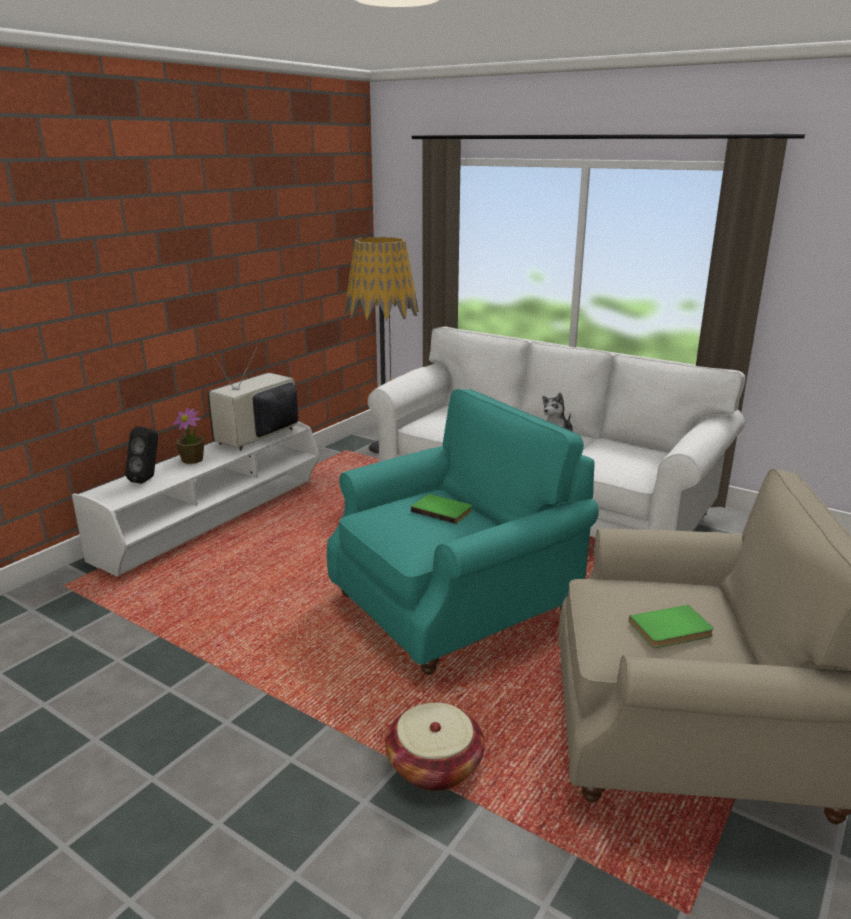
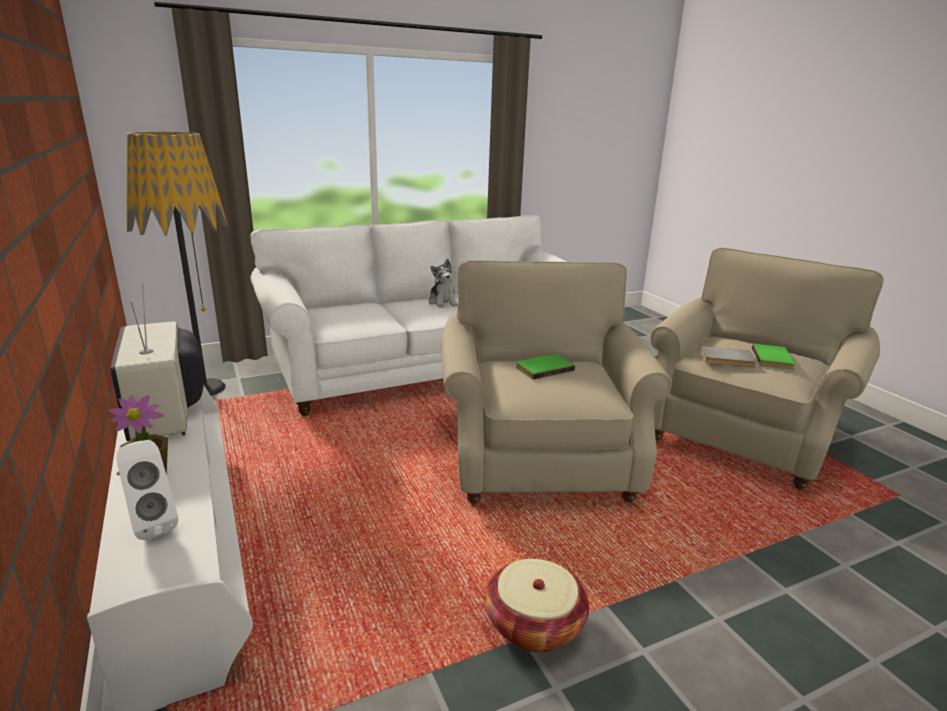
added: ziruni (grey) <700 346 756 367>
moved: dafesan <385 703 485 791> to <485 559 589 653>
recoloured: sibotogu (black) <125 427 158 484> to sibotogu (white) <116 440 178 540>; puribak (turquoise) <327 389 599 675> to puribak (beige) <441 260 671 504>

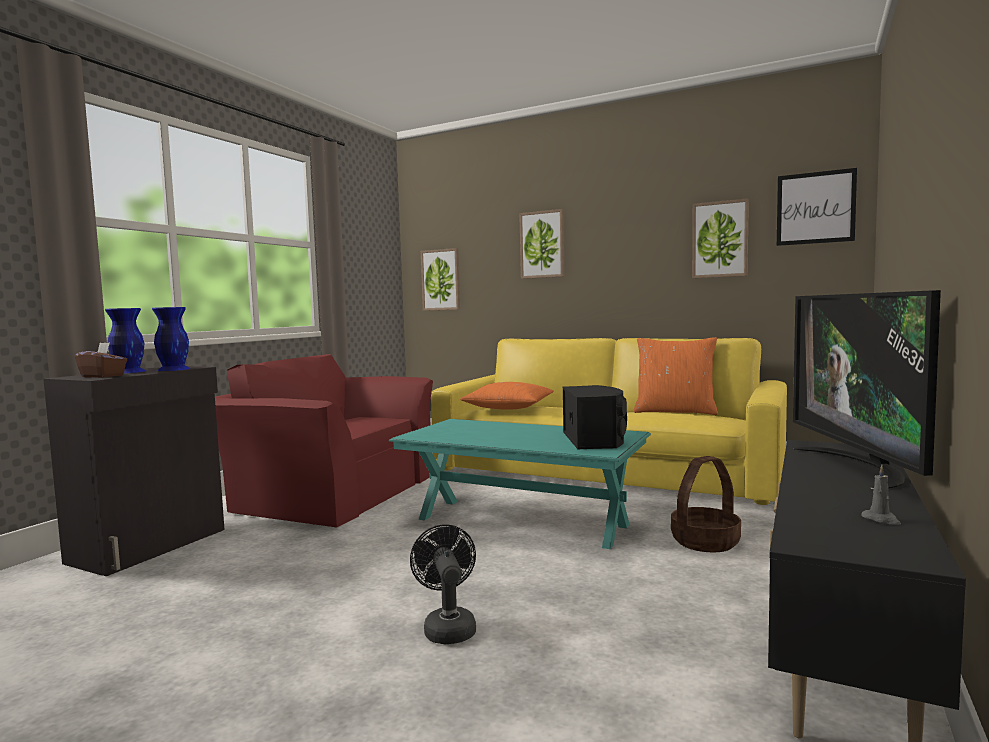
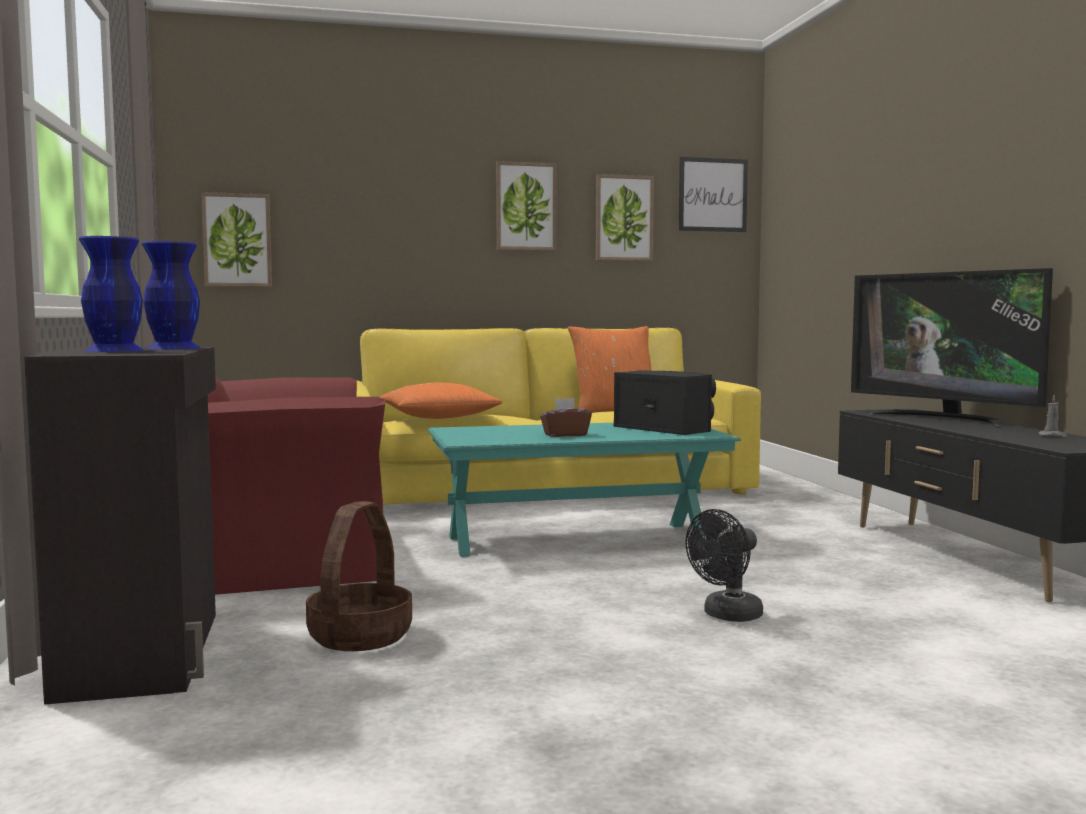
moved: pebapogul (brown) <75 343 127 378> to <540 398 592 437>; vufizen <519 209 565 279> to <496 161 556 251>; dafesan <671 456 741 552> to <306 501 412 651>
turned: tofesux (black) <410 524 476 644> = <686 509 763 622> 75 degrees counterclockwise

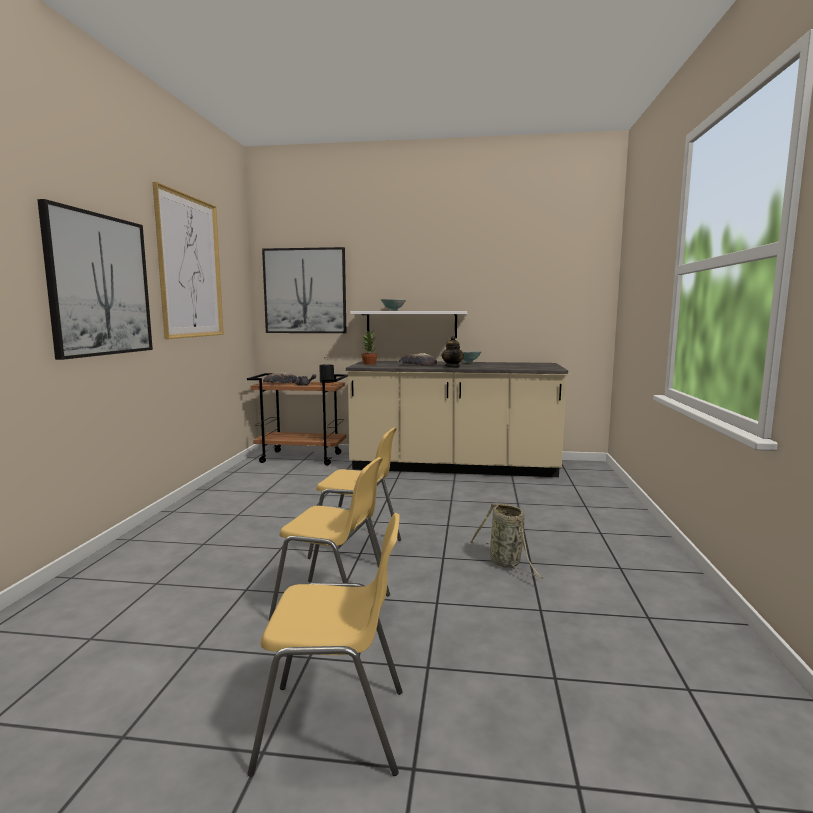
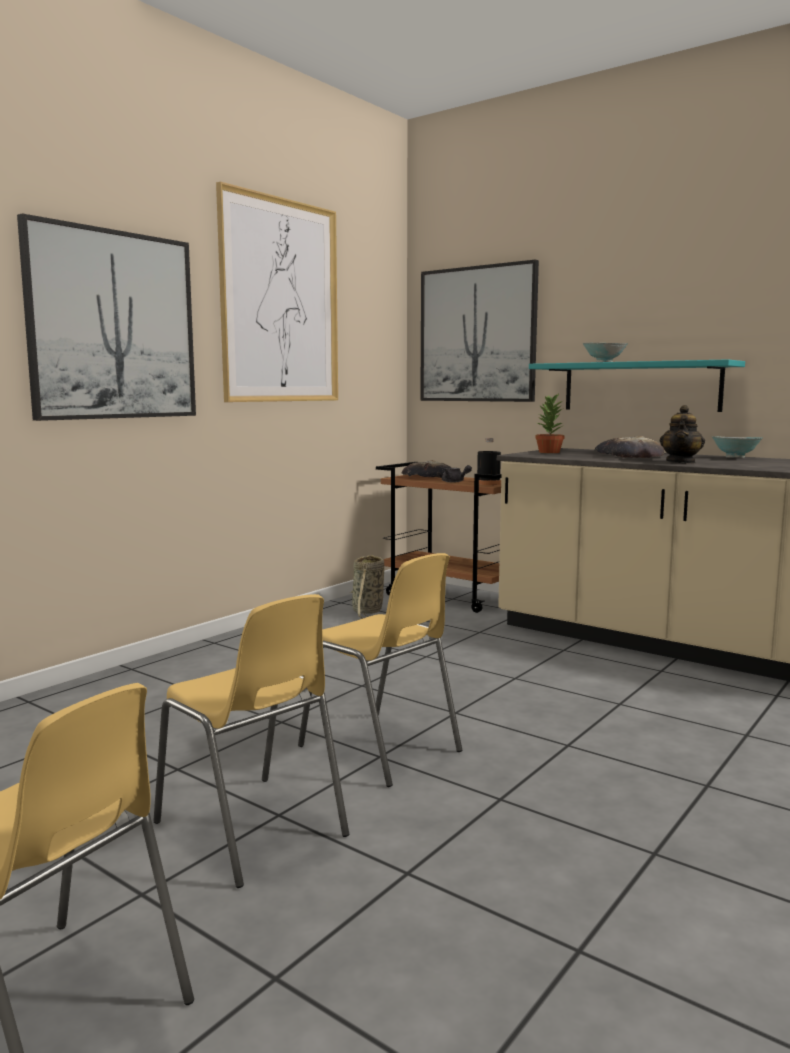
moved: dafesan <469 502 544 579> to <350 554 384 619>
recoloured: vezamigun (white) <350 311 467 338> to vezamigun (turquoise) <529 359 745 412>

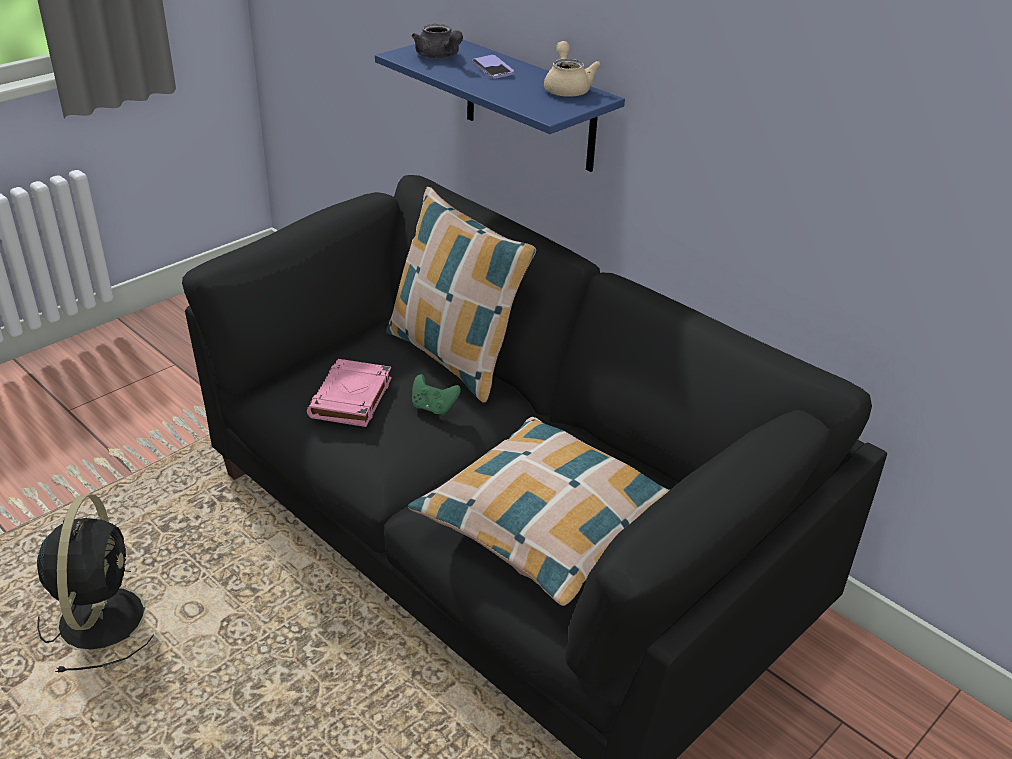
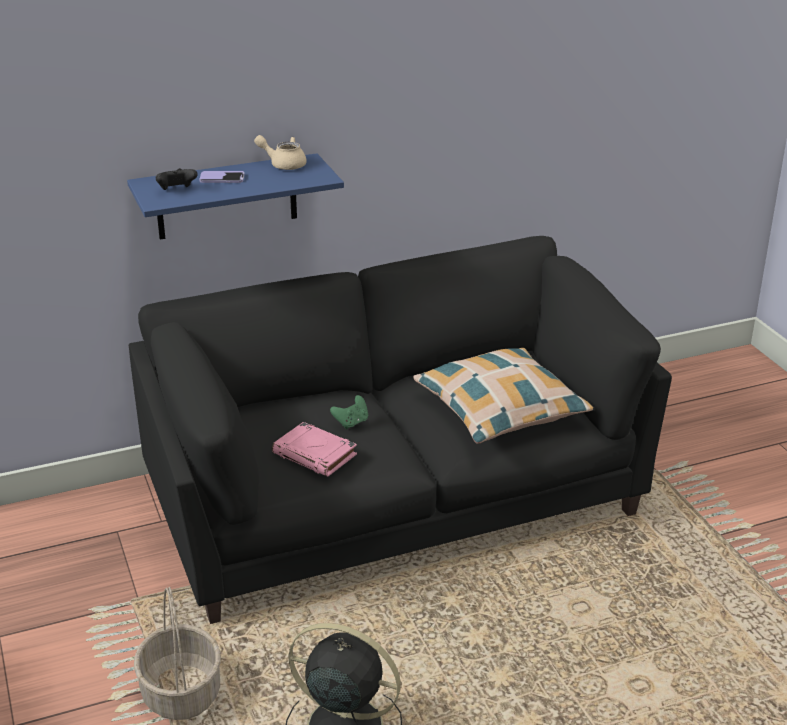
removed: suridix <386 186 536 403>
added: dafesan <134 587 221 720>
replaced: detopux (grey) <412 24 463 59> to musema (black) <156 168 198 190>

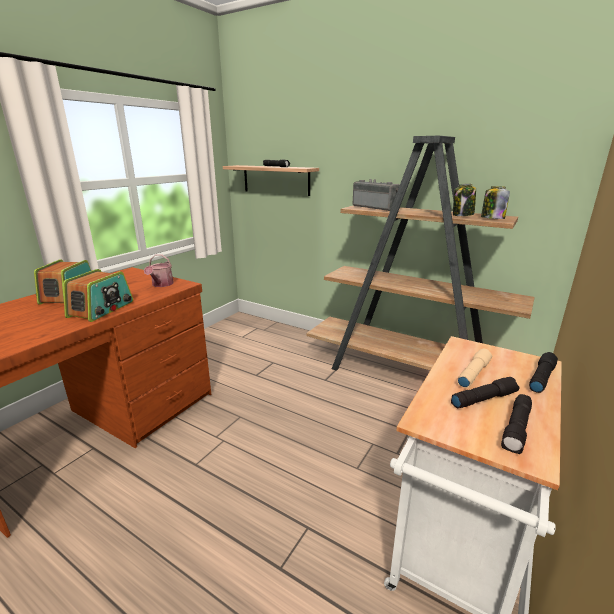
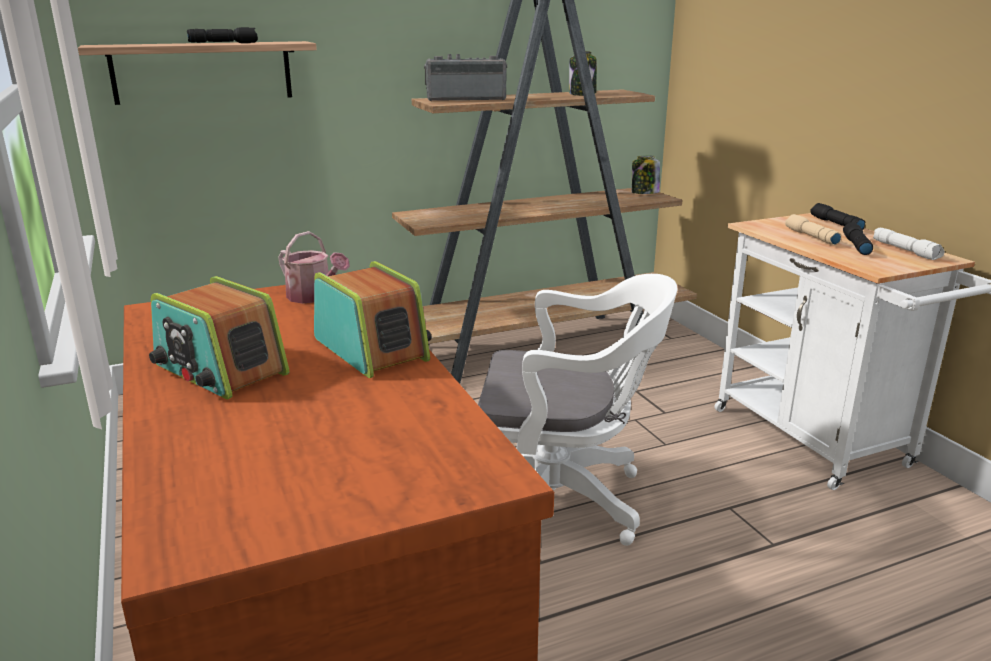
added: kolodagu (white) <478 274 678 546>
moved: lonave <481 186 510 219> to <632 156 660 194>
recoloured: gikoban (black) <501 394 532 454> to gikoban (white) <873 228 945 260>

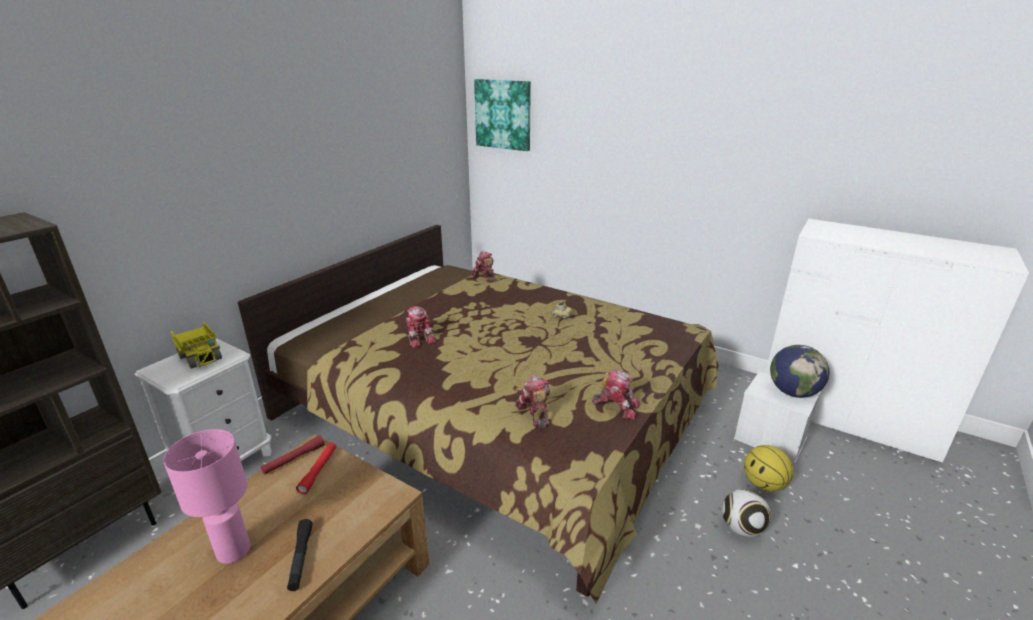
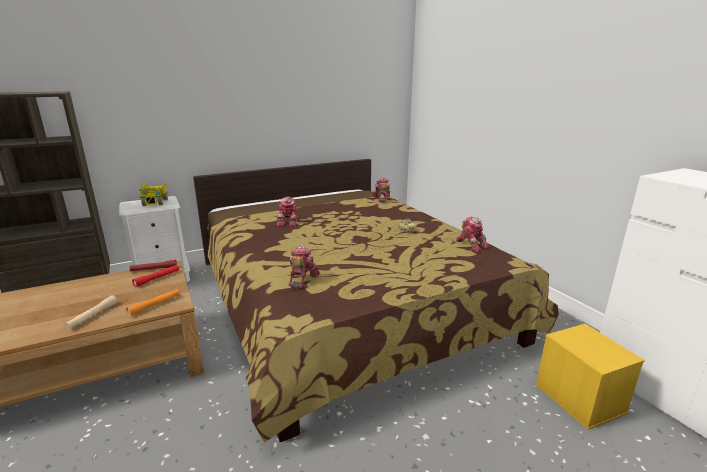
removed: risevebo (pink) <163 429 250 564>; vufizen <474 79 531 151>; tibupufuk <722 489 771 537>; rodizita <744 445 794 492>; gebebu <770 345 829 398>
added: gikoban (orange) <126 289 179 316>
moved: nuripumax <592 370 640 420> to <456 217 490 253>
recoloured: gikoban (black) <287 519 313 591> to gikoban (beige) <65 295 117 329>; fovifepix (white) <734 371 821 464> to fovifepix (yellow) <536 324 645 430>

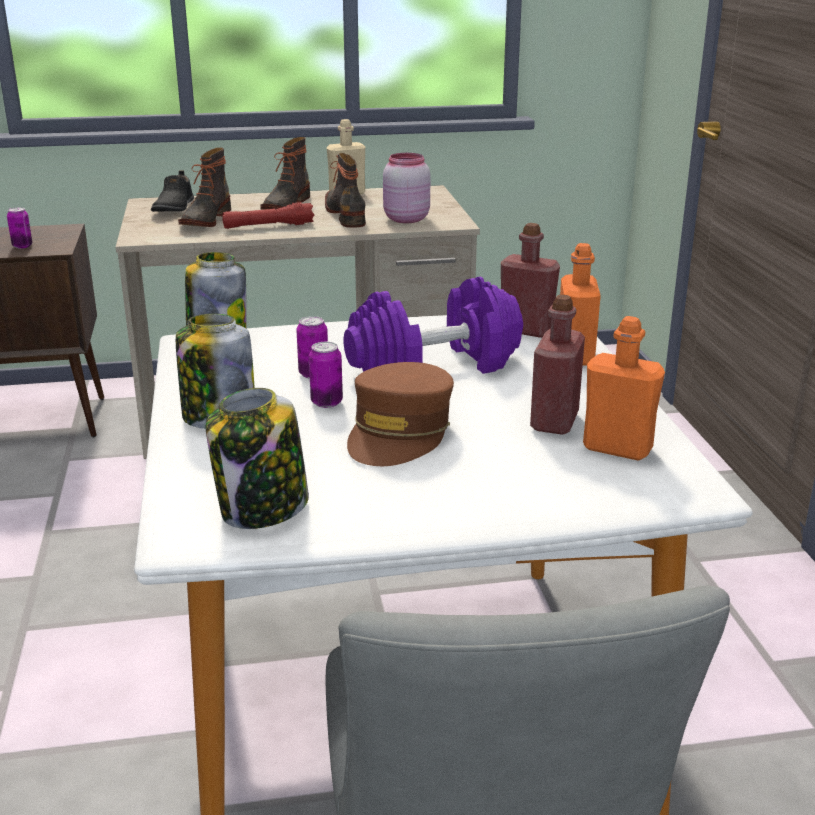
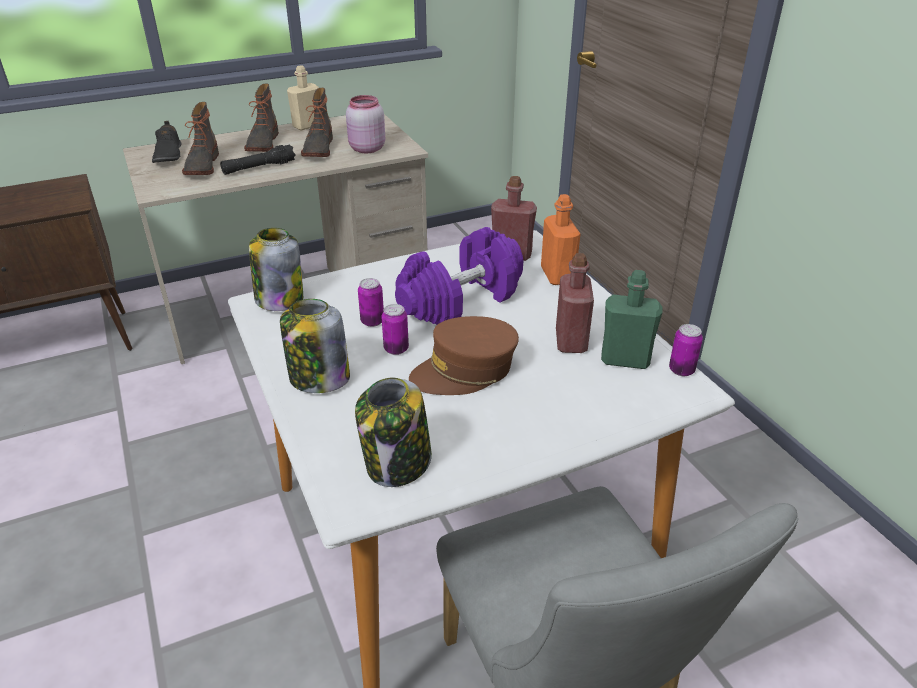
moved: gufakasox <7 207 32 249> to <669 324 703 376>
recoloured: gikoban (red) <222 202 314 229> to gikoban (black) <220 145 296 175>; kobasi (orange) <583 316 665 461> to kobasi (green) <601 270 663 369>
turned: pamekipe <325 153 366 228> = <301 88 333 157> 150 degrees counterclockwise; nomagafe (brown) <347 362 454 466> = <409 316 519 395> 60 degrees clockwise

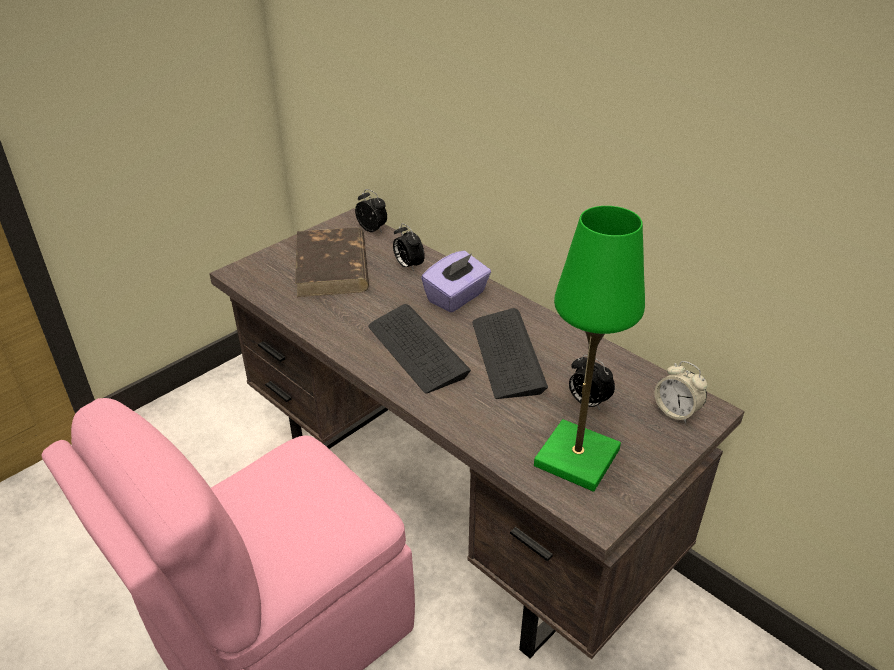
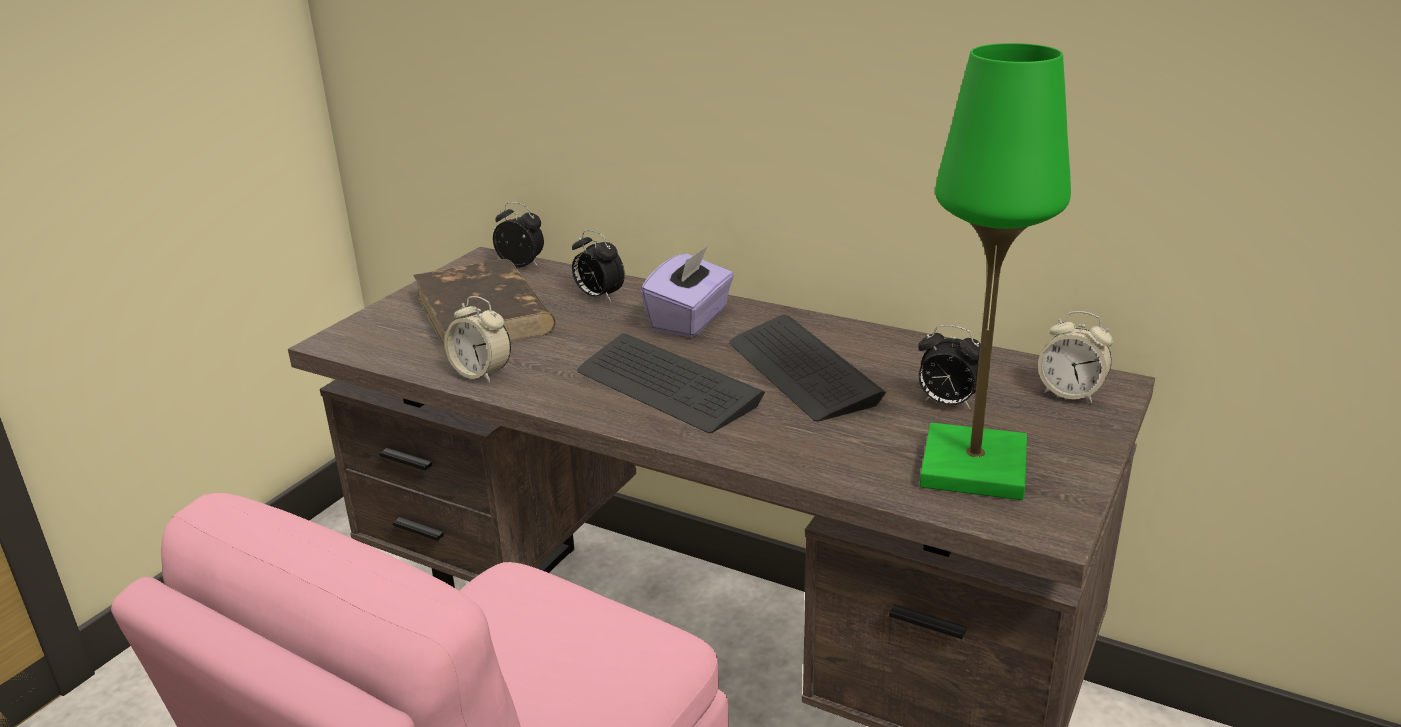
added: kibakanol <445 296 511 383>

